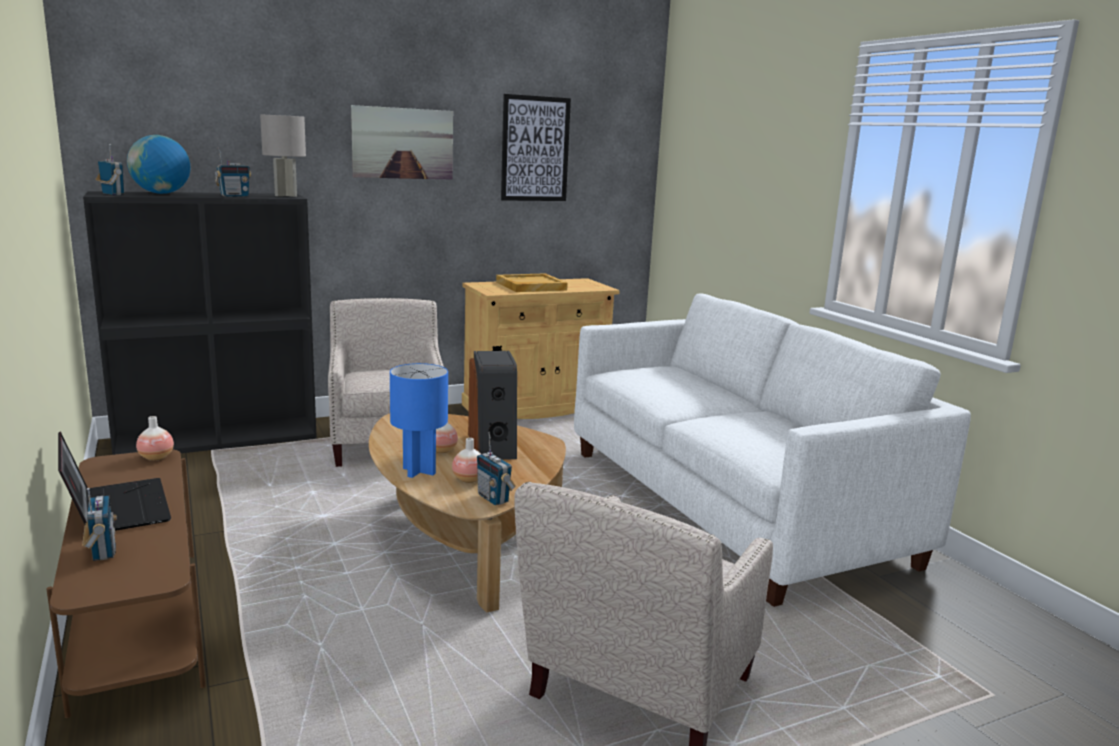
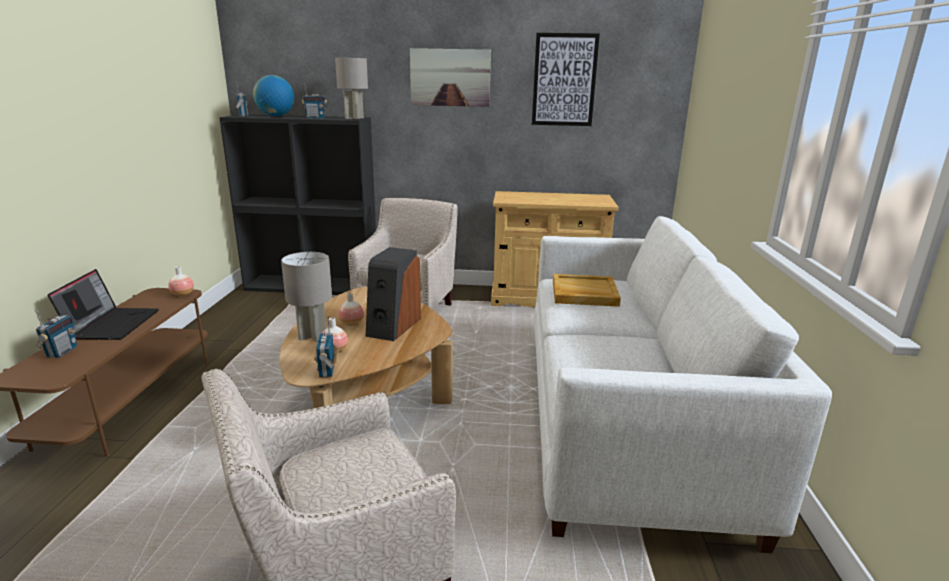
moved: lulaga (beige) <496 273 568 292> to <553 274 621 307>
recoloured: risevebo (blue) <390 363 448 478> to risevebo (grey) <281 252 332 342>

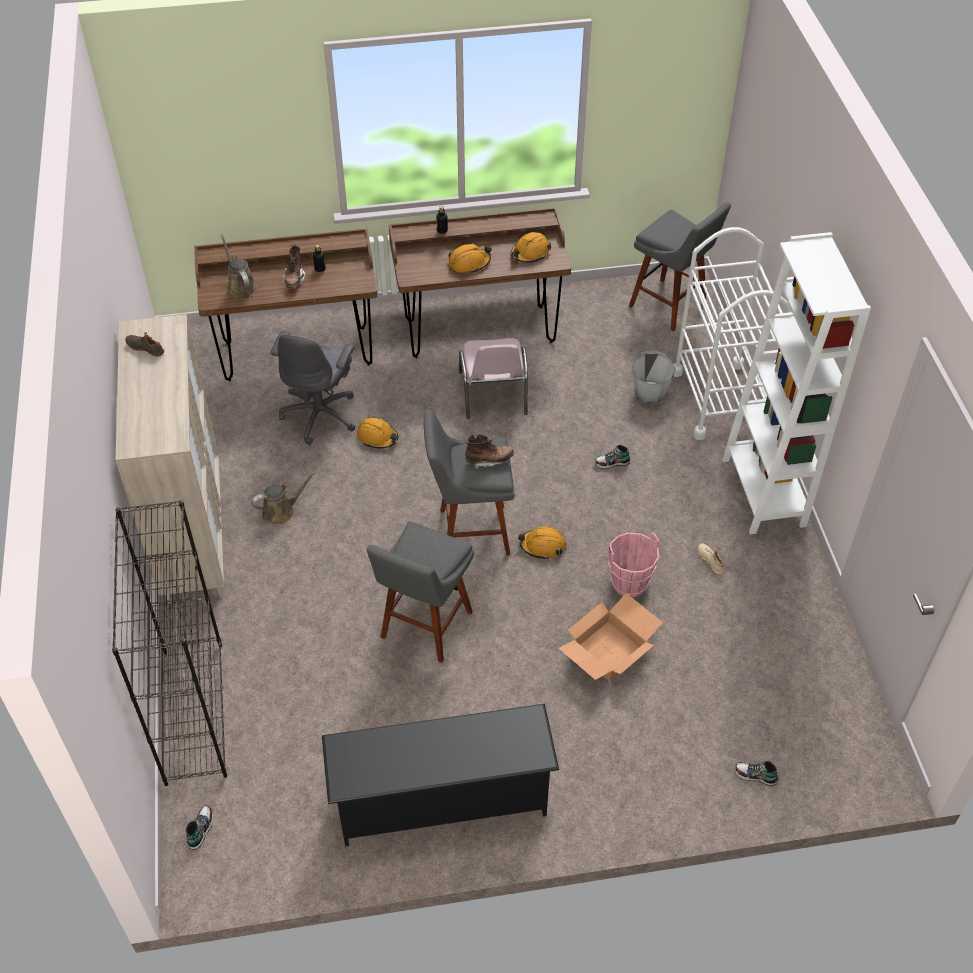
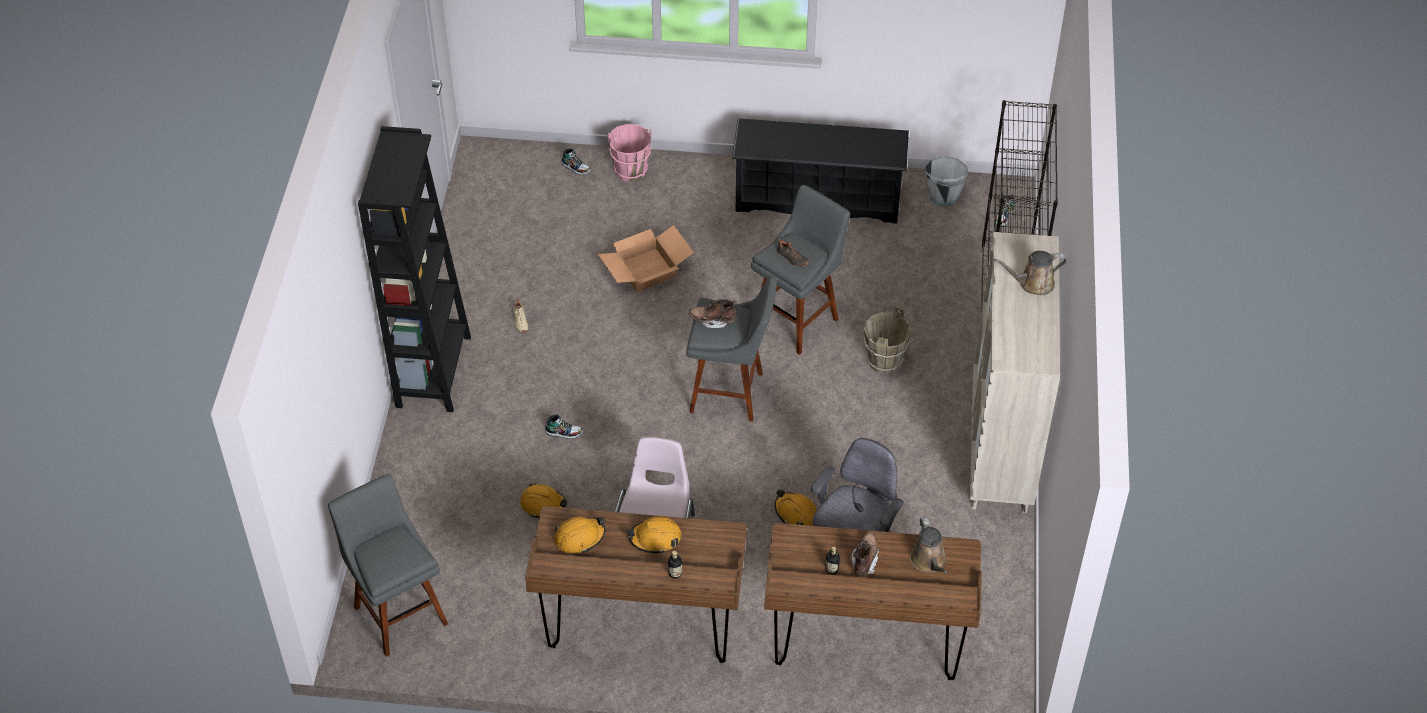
removed: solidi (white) <673 227 792 440>
added: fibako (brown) <864 306 911 374>
moved: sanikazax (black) <125 332 164 357> to <777 239 809 267>; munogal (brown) <252 471 316 524> to <994 251 1066 295>; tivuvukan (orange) <518 526 567 560> to <520 483 568 518>; fibako (pink) <608 532 659 597> to <607 124 651 182>; fibako (grey) <631 350 676 404> to <925 156 968 207>
recoloured: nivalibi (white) <722 232 871 534> to nivalibi (black) <358 126 471 412>

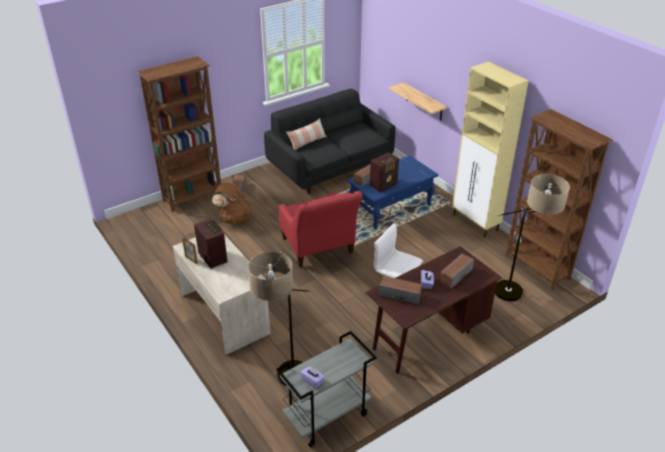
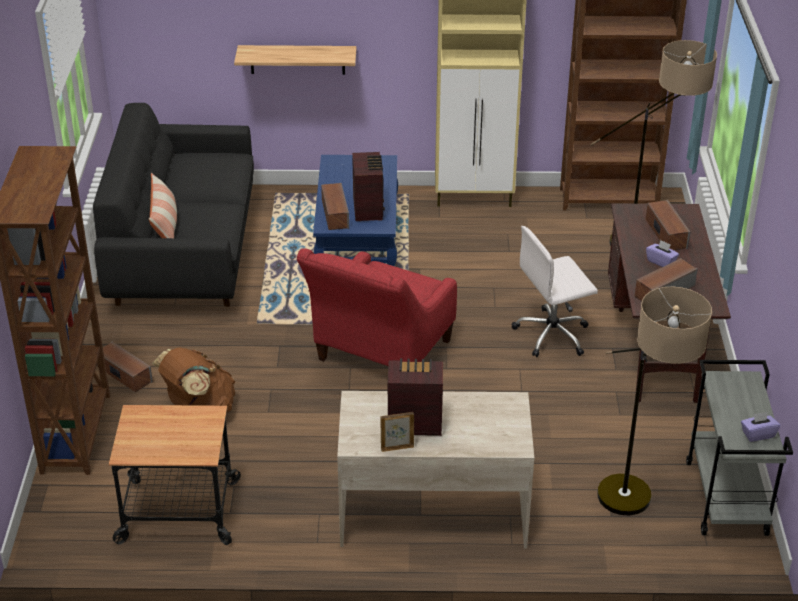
added: solidi <109 405 241 545>
turned: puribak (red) <279 191 363 267> = <297 248 457 366> 105 degrees clockwise

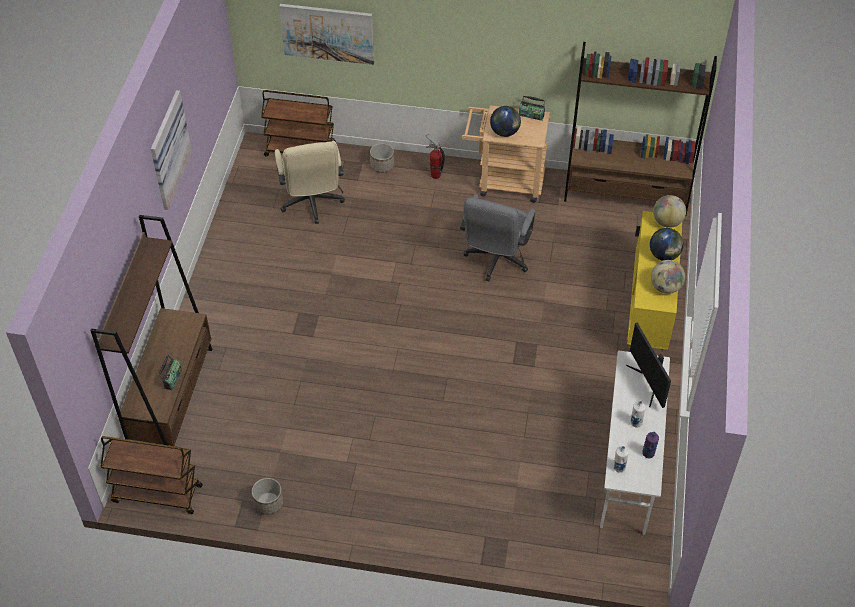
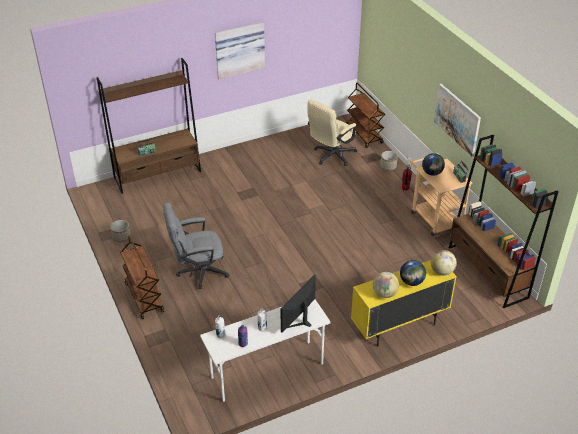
moved: solidi (brown) <100 436 203 514> to <120 235 164 319>; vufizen <279 4 374 65> to <434 84 481 156>; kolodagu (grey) <460 194 535 281> to <163 203 229 289>

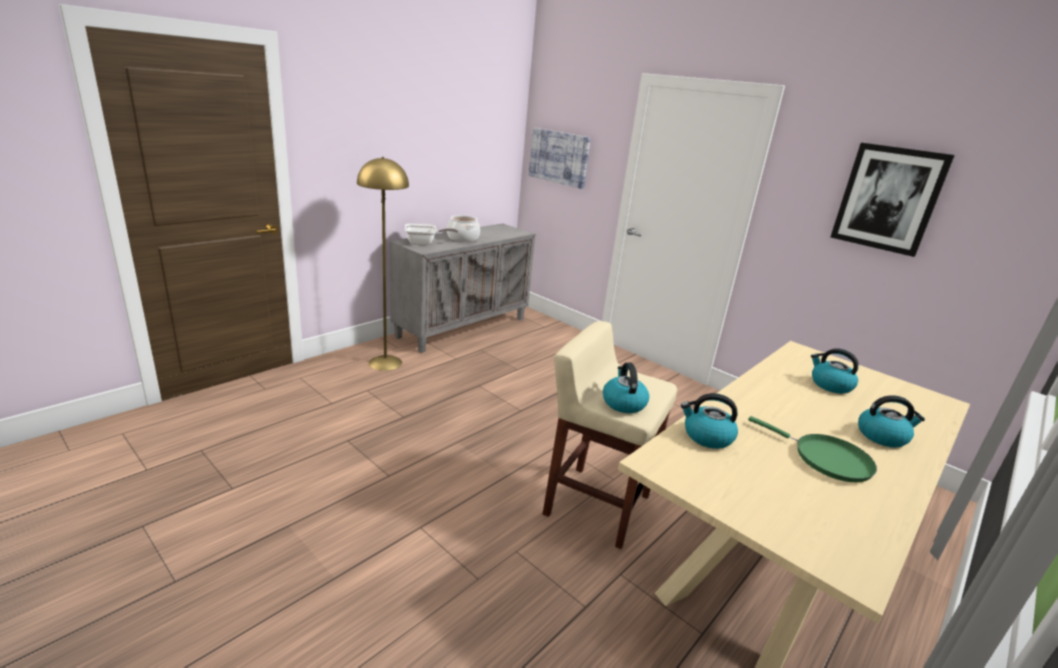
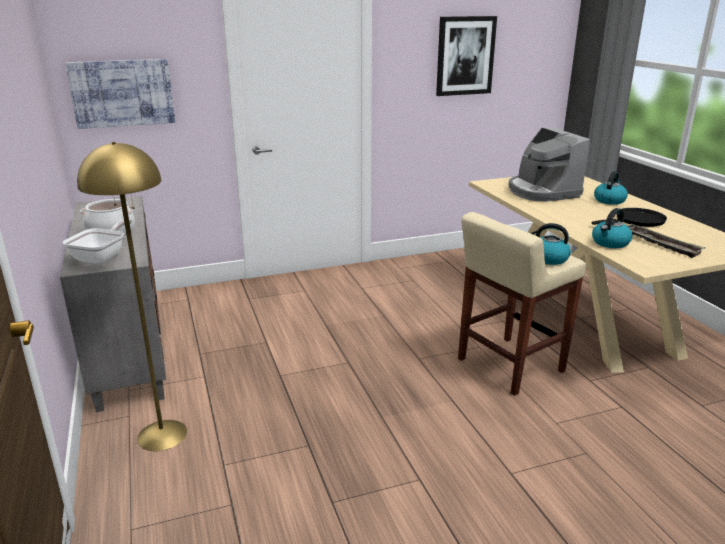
added: lulaga <628 224 705 258>
replaced: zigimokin <811 348 859 394> to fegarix <509 128 590 201>
recoloured: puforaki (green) <748 416 877 483> to puforaki (black) <592 208 667 227>

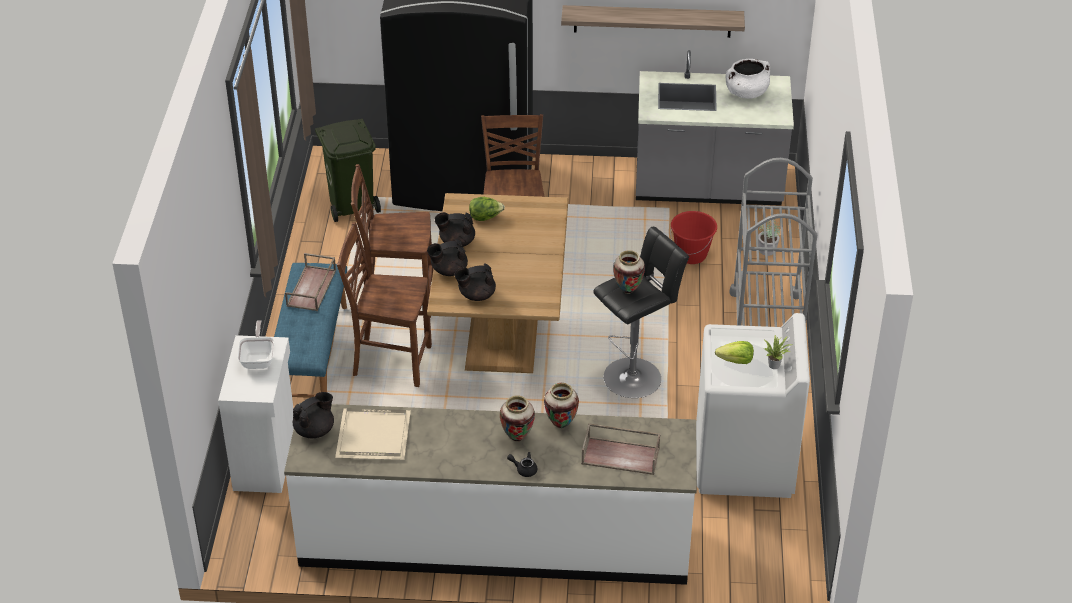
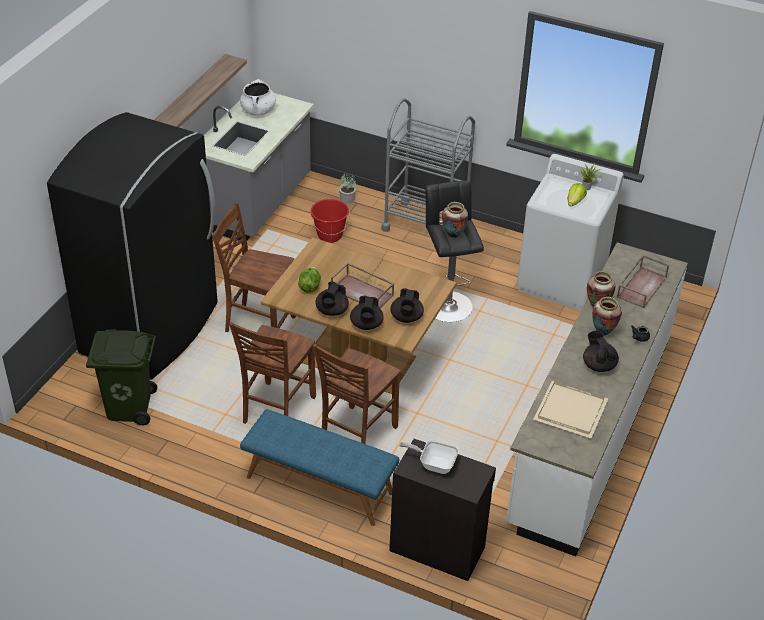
moved: lulaga (brown) <285 253 336 311> to <331 262 394 308>; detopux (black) <293 392 334 438> to <583 330 619 372>
recoloured: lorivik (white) <218 335 294 493> to lorivik (black) <389 439 496 581>

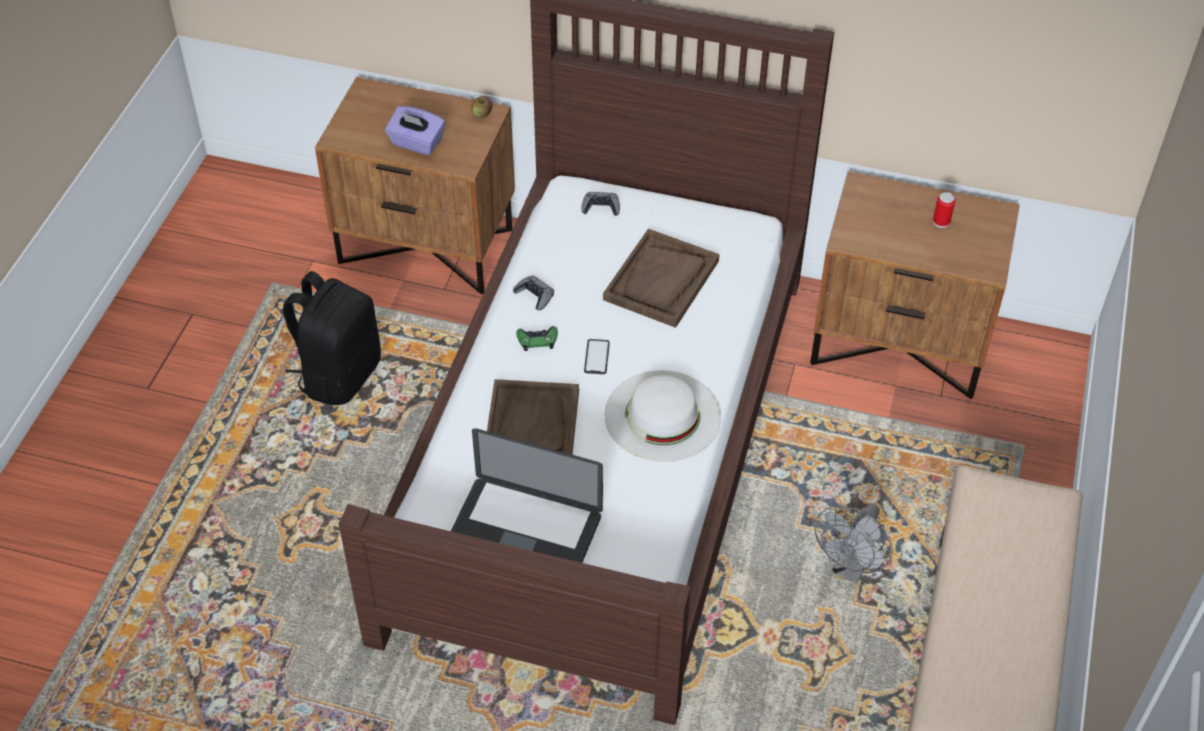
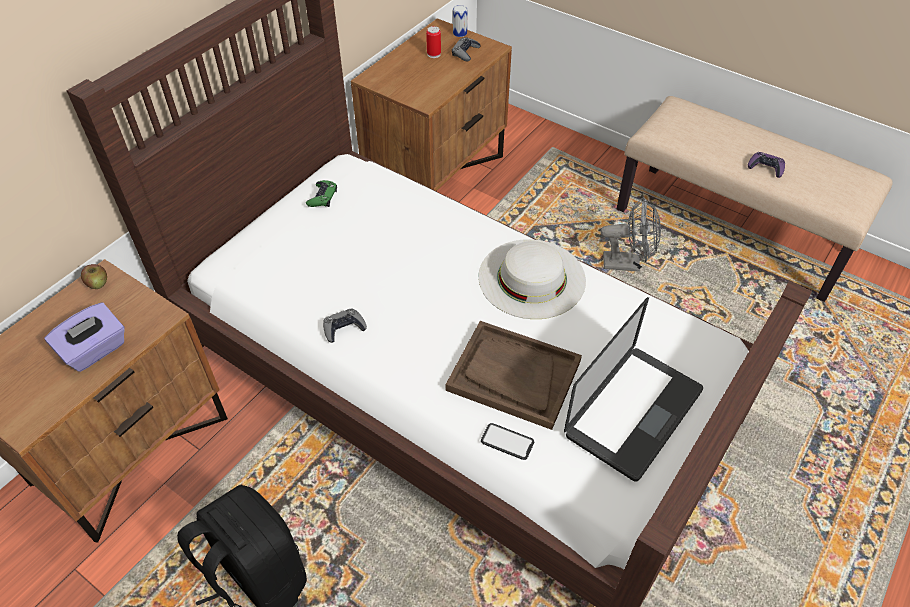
removed: lulaga (brown) <603 229 719 328>
added: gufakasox <453 5 468 37>; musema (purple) <748 152 785 178>
moved: musema (green) <516 326 558 351> to <306 180 337 207>; musema (grey) <581 192 620 216> to <452 37 481 62>; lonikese <584 339 610 374> to <481 423 534 460>
turned: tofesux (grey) <814 504 893 584> = <600 197 661 272> 45 degrees counterclockwise

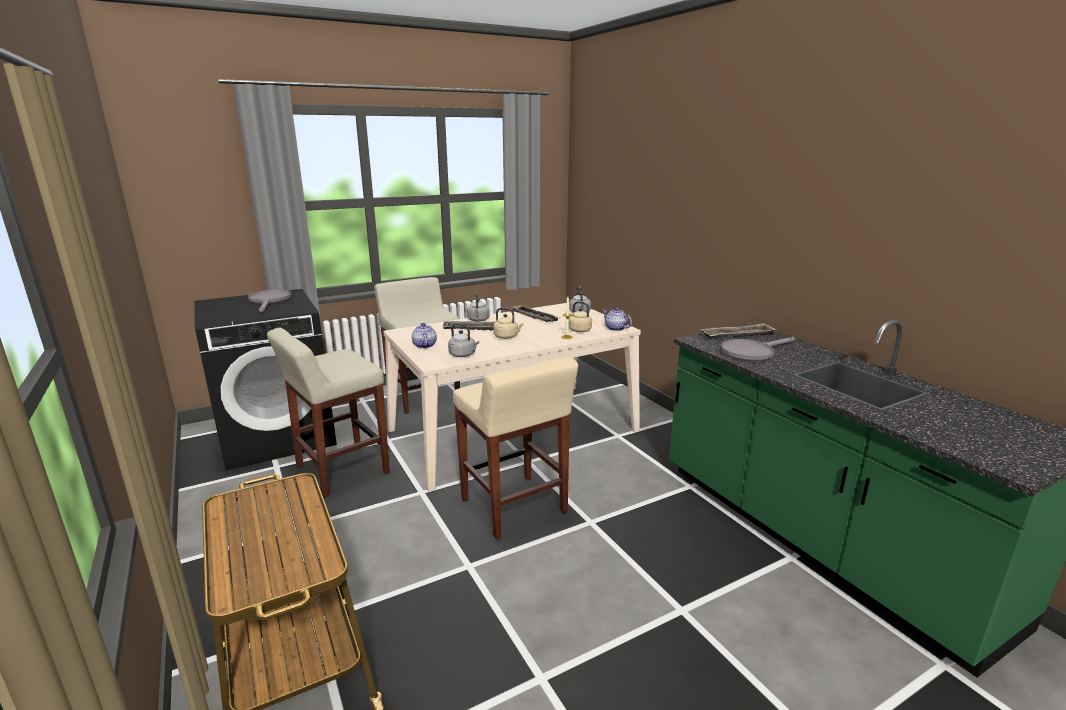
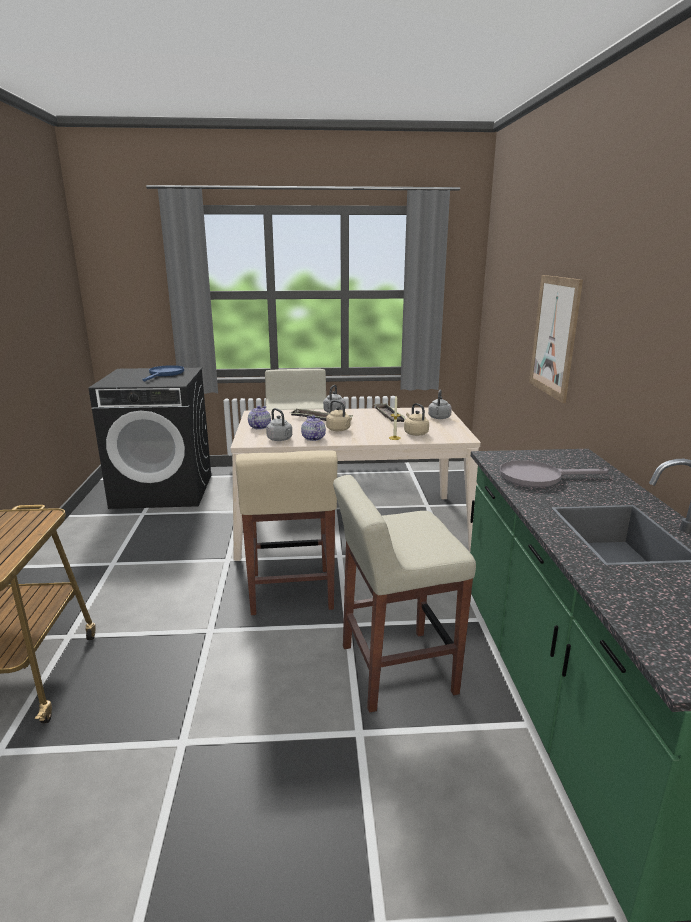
removed: lulaga <700 323 777 338>
added: vufizen <529 275 583 403>
moved: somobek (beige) <267 328 390 498> to <333 475 476 713>; detopux <602 308 632 331> to <301 416 326 441>
recoloured: puforaki (grey) <248 290 291 312> to puforaki (blue) <142 365 184 381>

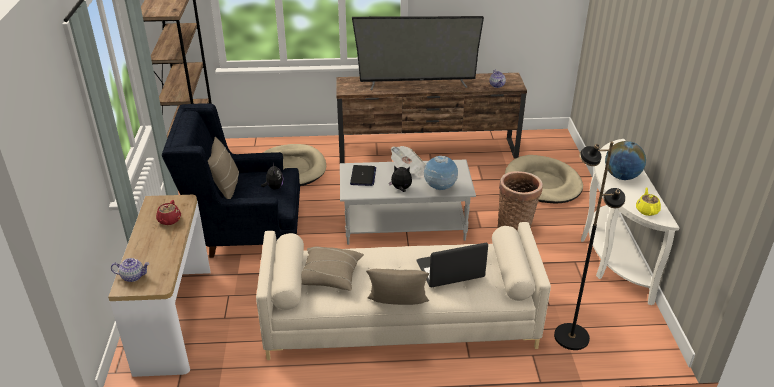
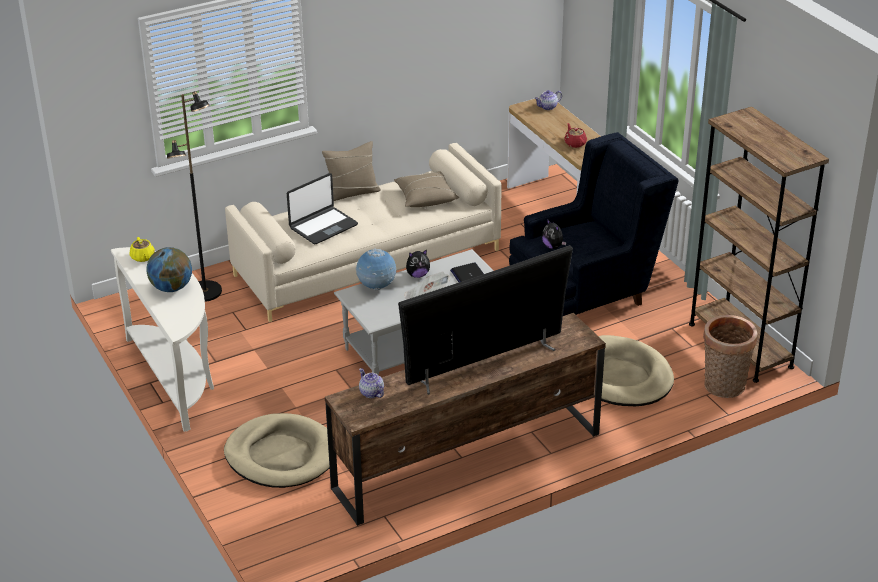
removed: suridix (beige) <208 137 239 199>
moved: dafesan <497 171 543 232> to <703 315 757 398>

